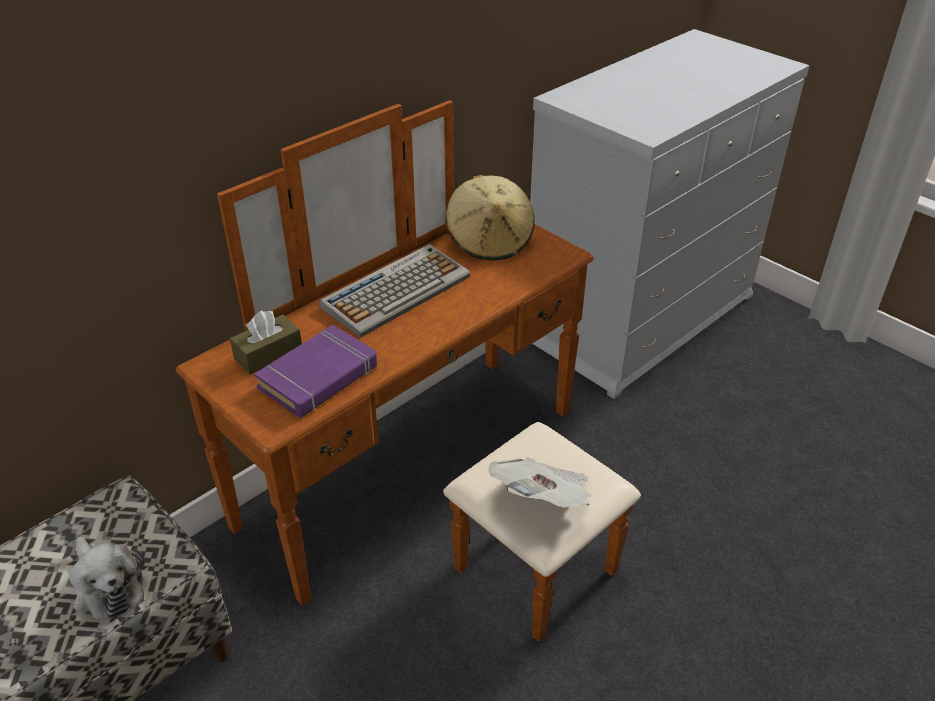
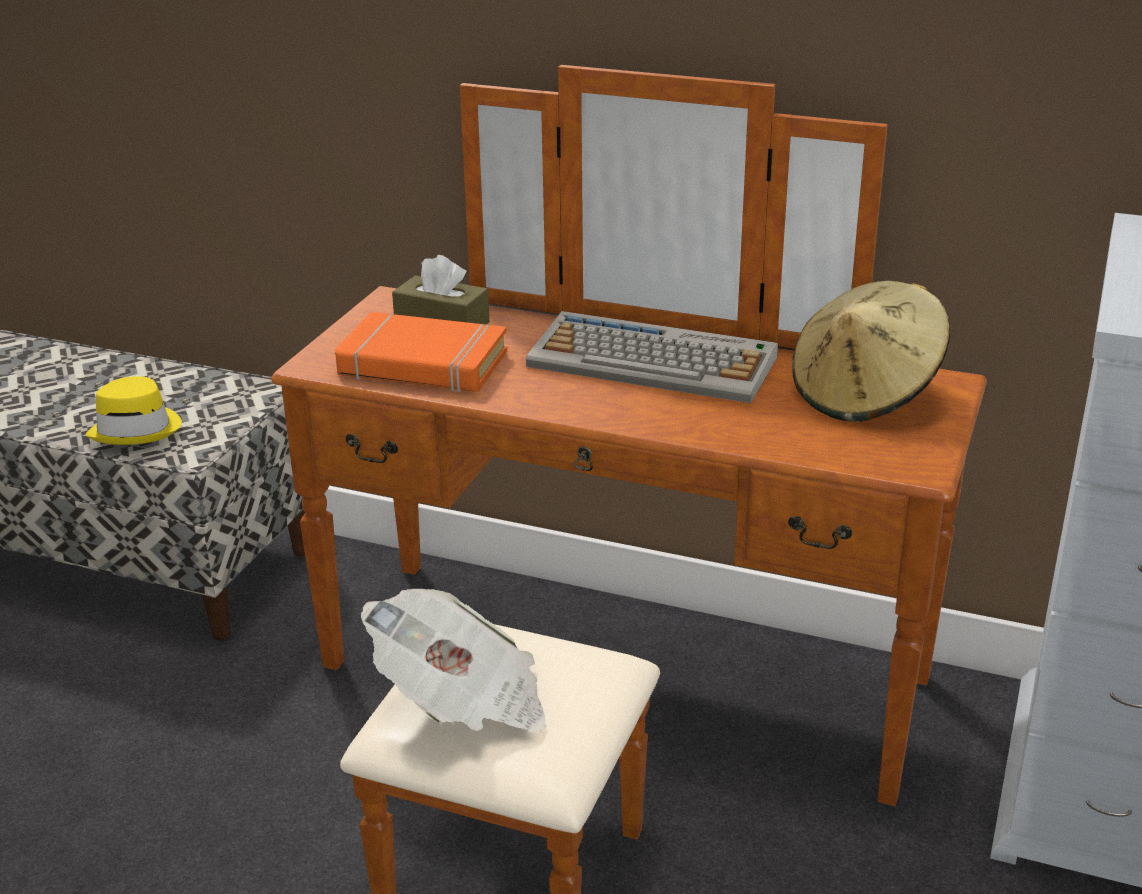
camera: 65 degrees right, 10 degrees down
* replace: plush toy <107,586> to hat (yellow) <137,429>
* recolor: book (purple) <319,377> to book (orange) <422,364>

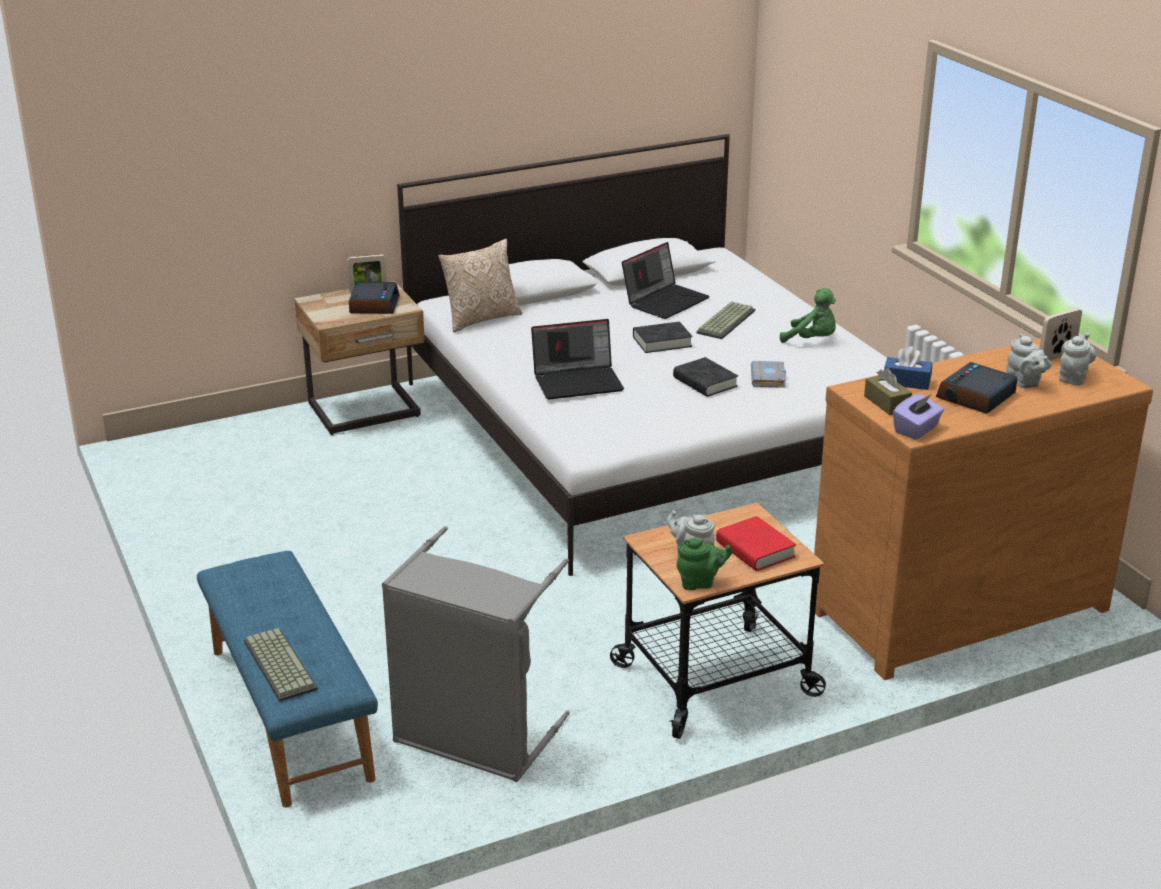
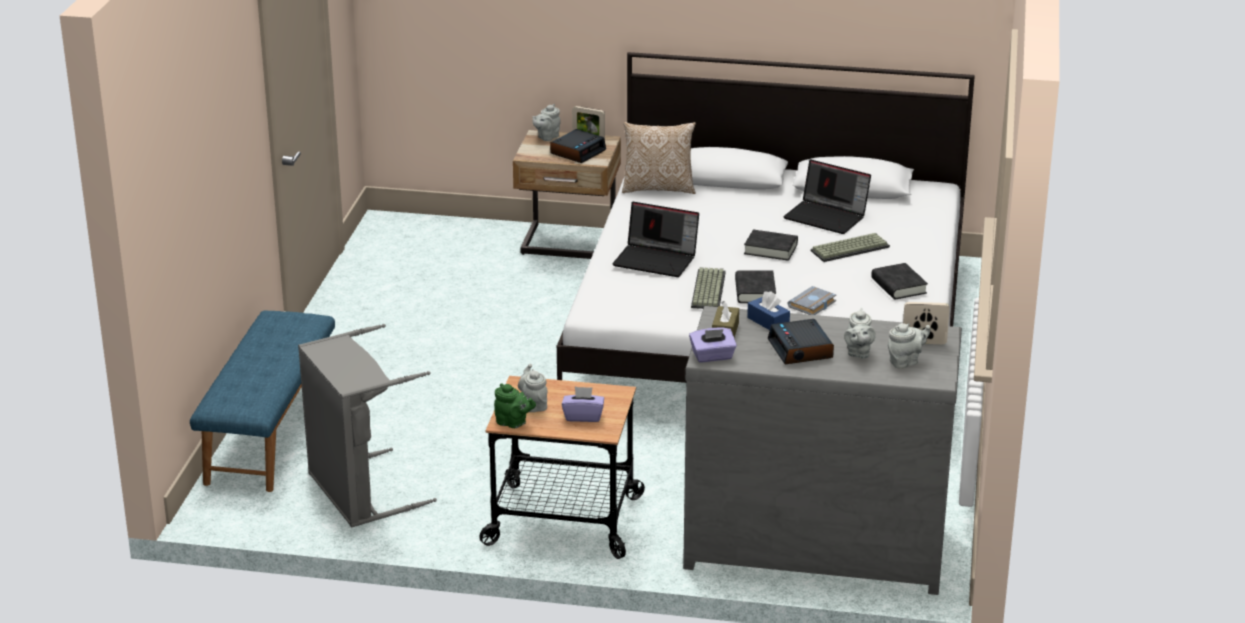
camera: 35 degrees right, 0 degrees up
* insert: teapot (grey) <547,137>
* replace: book (red) <755,550> to tissue box (purple) <583,416>
* recolor: dresser (brown) <954,606> to dresser (grey) <815,543>
* move: keyboard <277,665> to <707,289>
* rotate: alarm clock <976,397> = <801,349> 90 degrees counterclockwise
* rotate: laptop <665,301> = <827,216> 45 degrees clockwise
* replace: plush toy (green) <812,340> to book (black) <898,286>

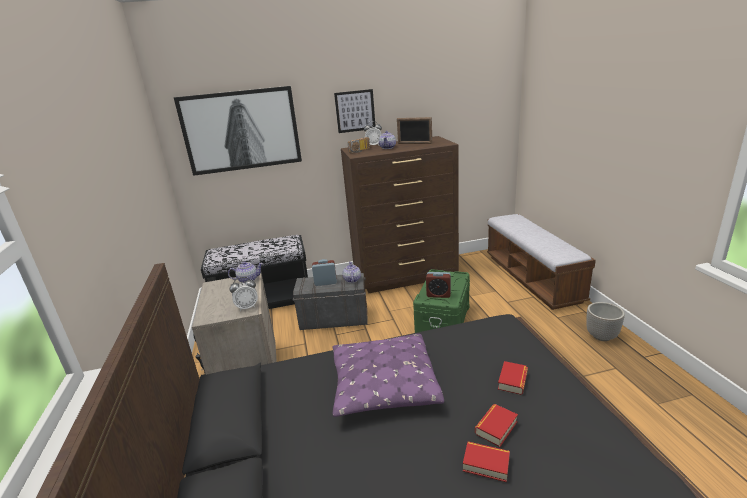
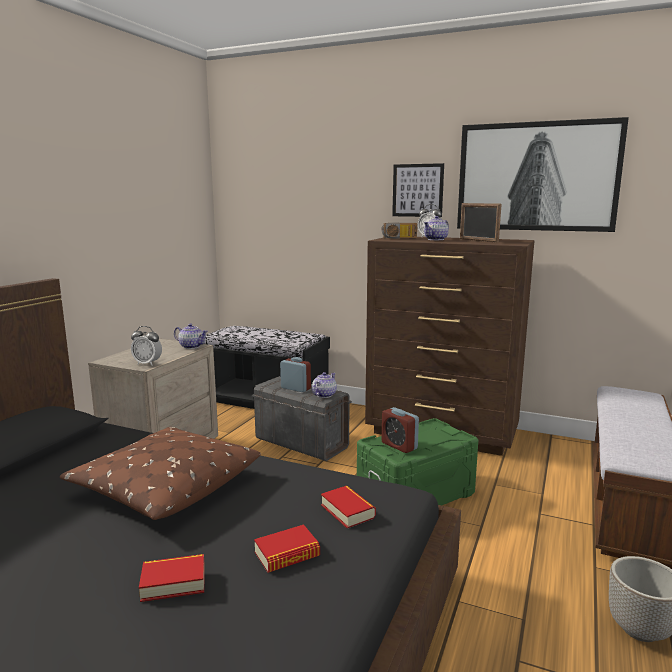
camera: 35 degrees right, 10 degrees down
* recolor: pillow (purple) <383,385> to pillow (brown) <165,486>
* move: book <486,464> to <347,511>
* move: picture <241,130> to <536,177>

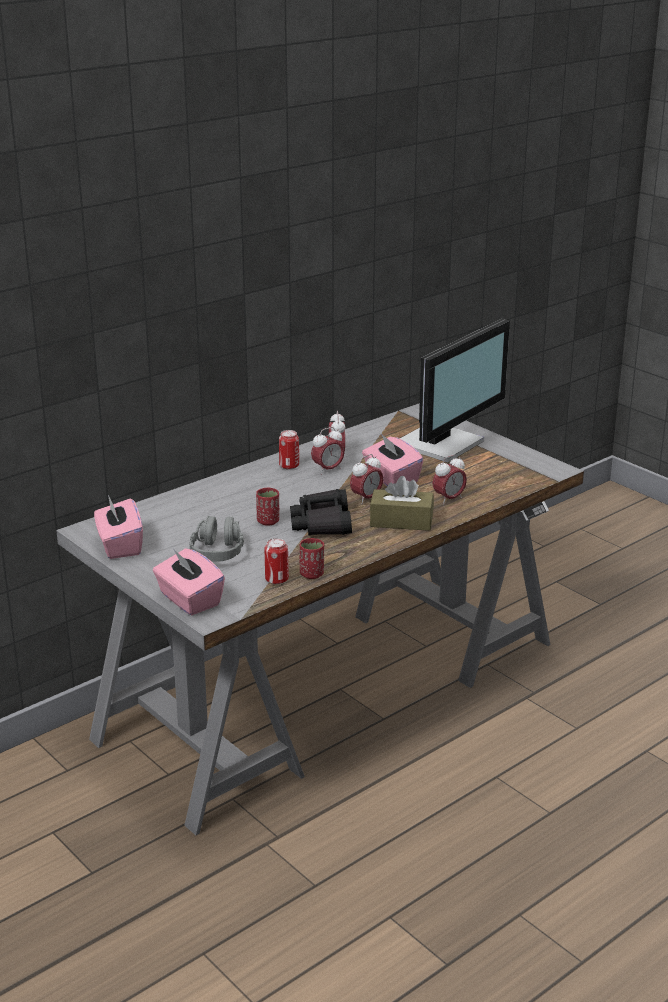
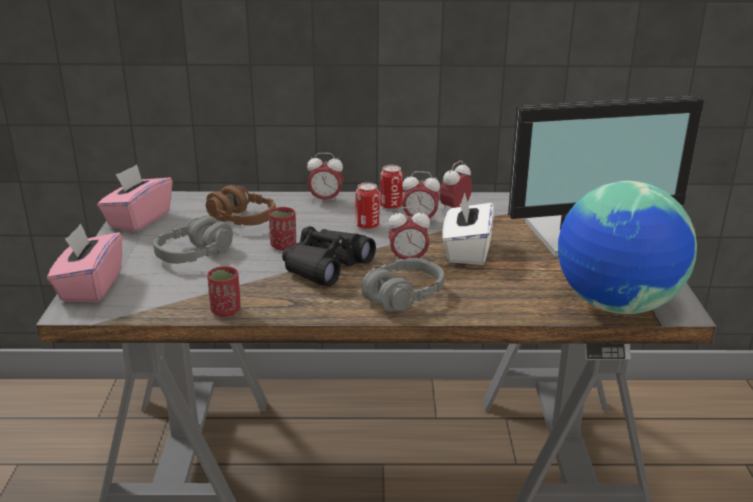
camera: 40 degrees right, 0 degrees up
* insert: headphones (brown) <242,219>
* move: alarm clock <448,499> to <325,200>
* move: can <277,579> to <367,225>
* replace: tissue box (brown) <401,521> to headphones (grey) <403,296>
* recolor: tissue box (pink) <391,479> to tissue box (white) <466,251>
* insert: globe <616,305>

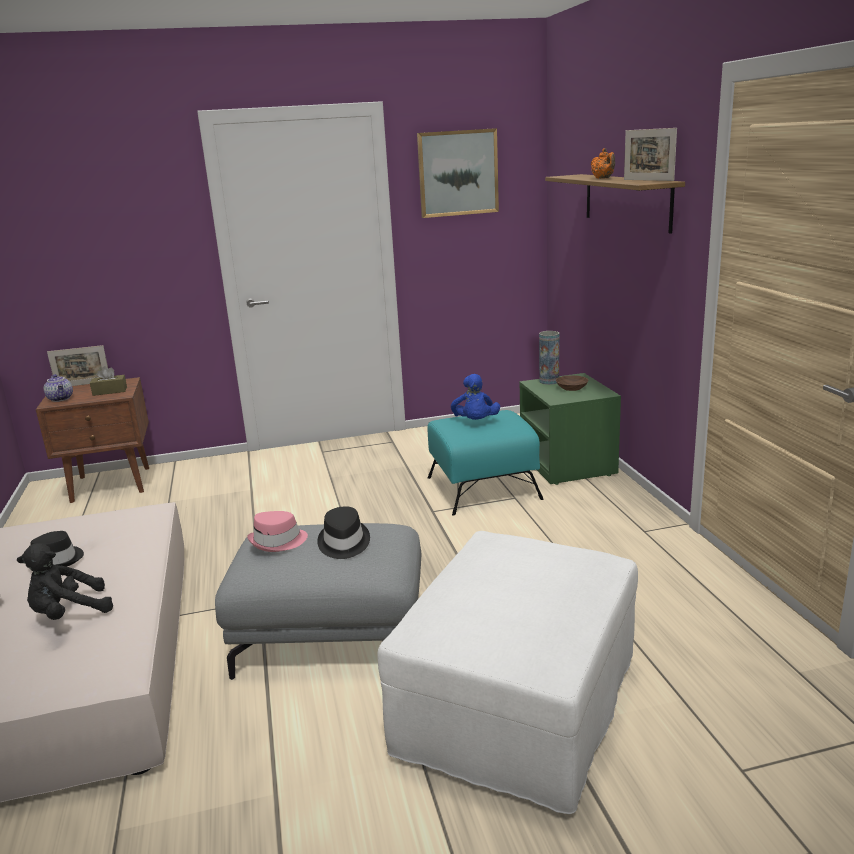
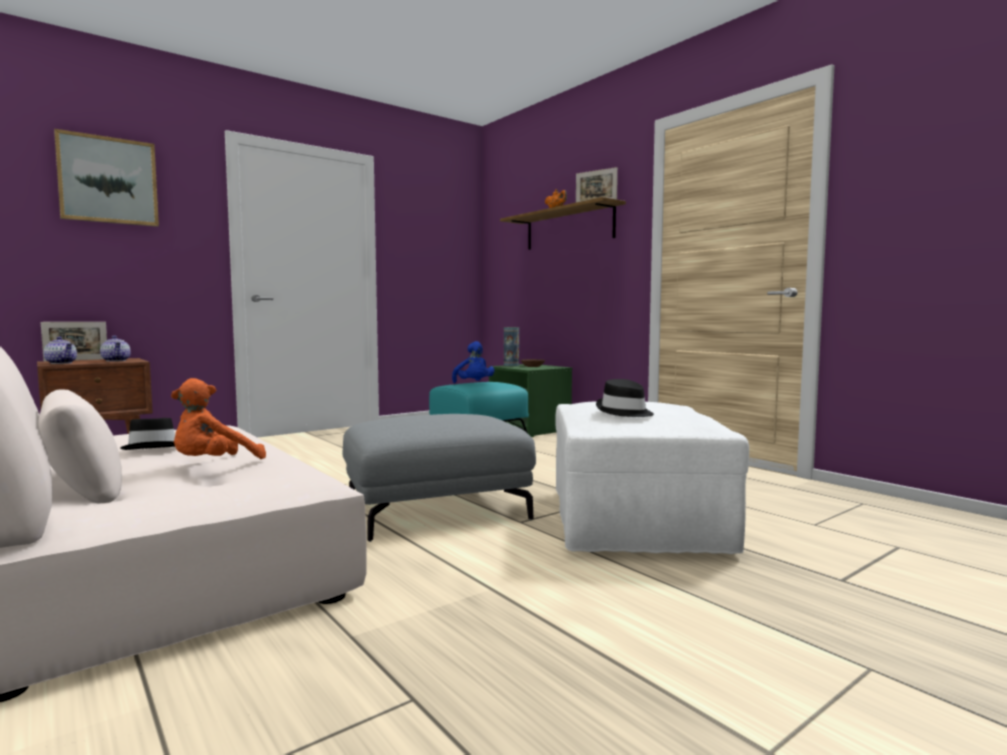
camera: 25 degrees left, 15 degrees down
* move: picture <458,173> to <108,180>
* replace: tissue box (brown) <110,391> to teapot <117,360>
* recolor: plush toy (black) <69,613> to plush toy (orange) <213,465>
* move: hat (black) <343,543> to <624,412>
* delete: hat (pink) <278,541>

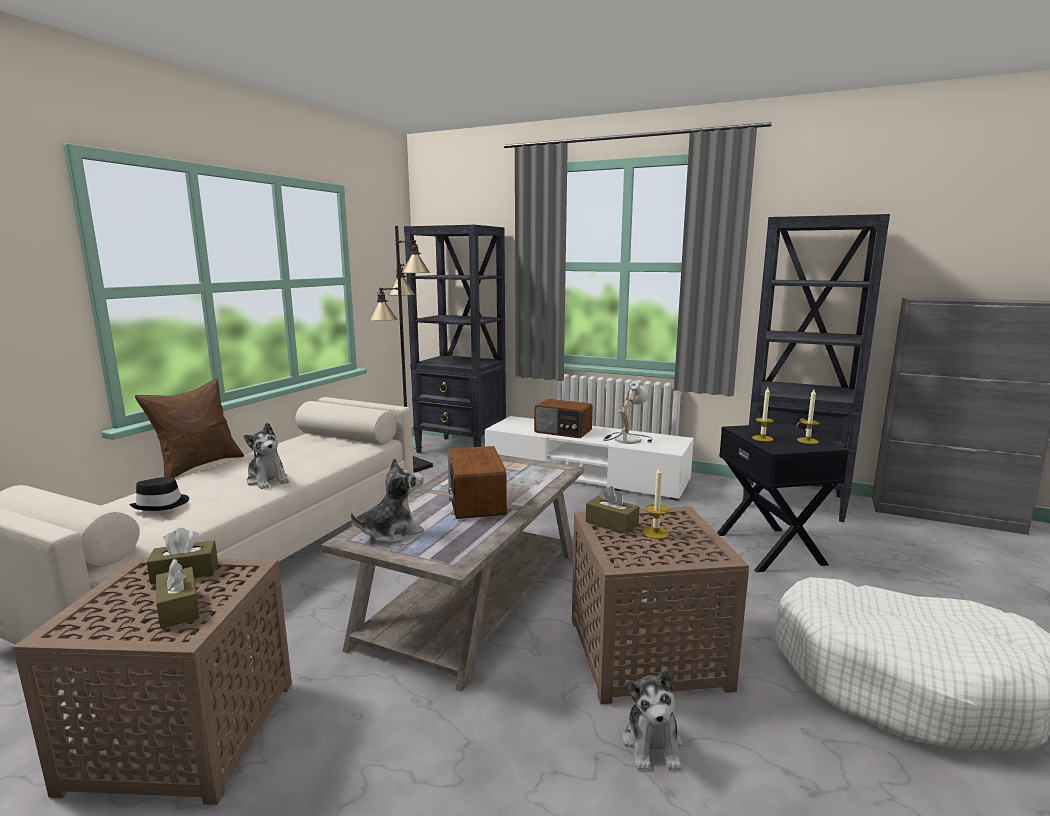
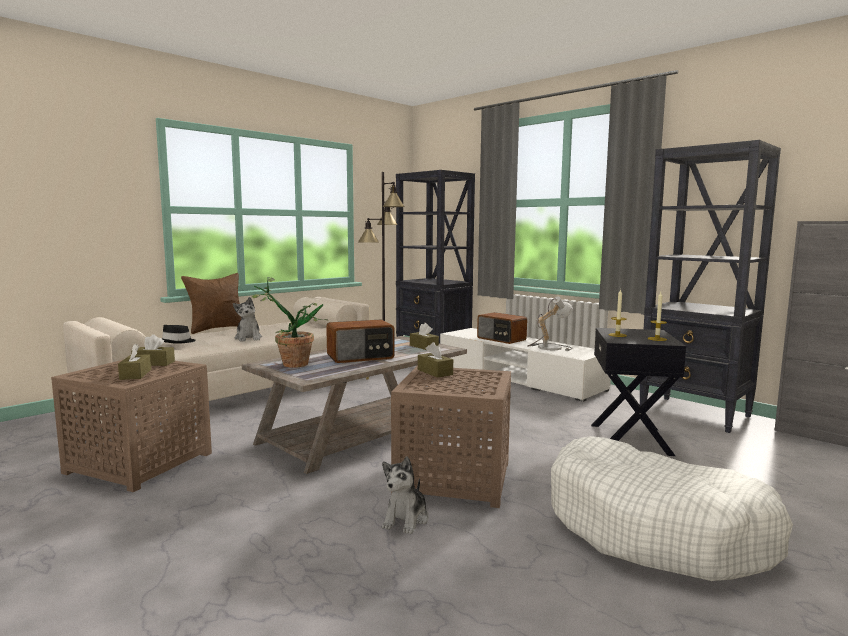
camera: 20 degrees right, 5 degrees down
* replace: plush toy <392,532> to potted plant <288,364>
* rotate: radio <475,502> = <361,357> 120 degrees counterclockwise
* insert: tissue box (brown) <424,347>
* delete: candle <655,533>

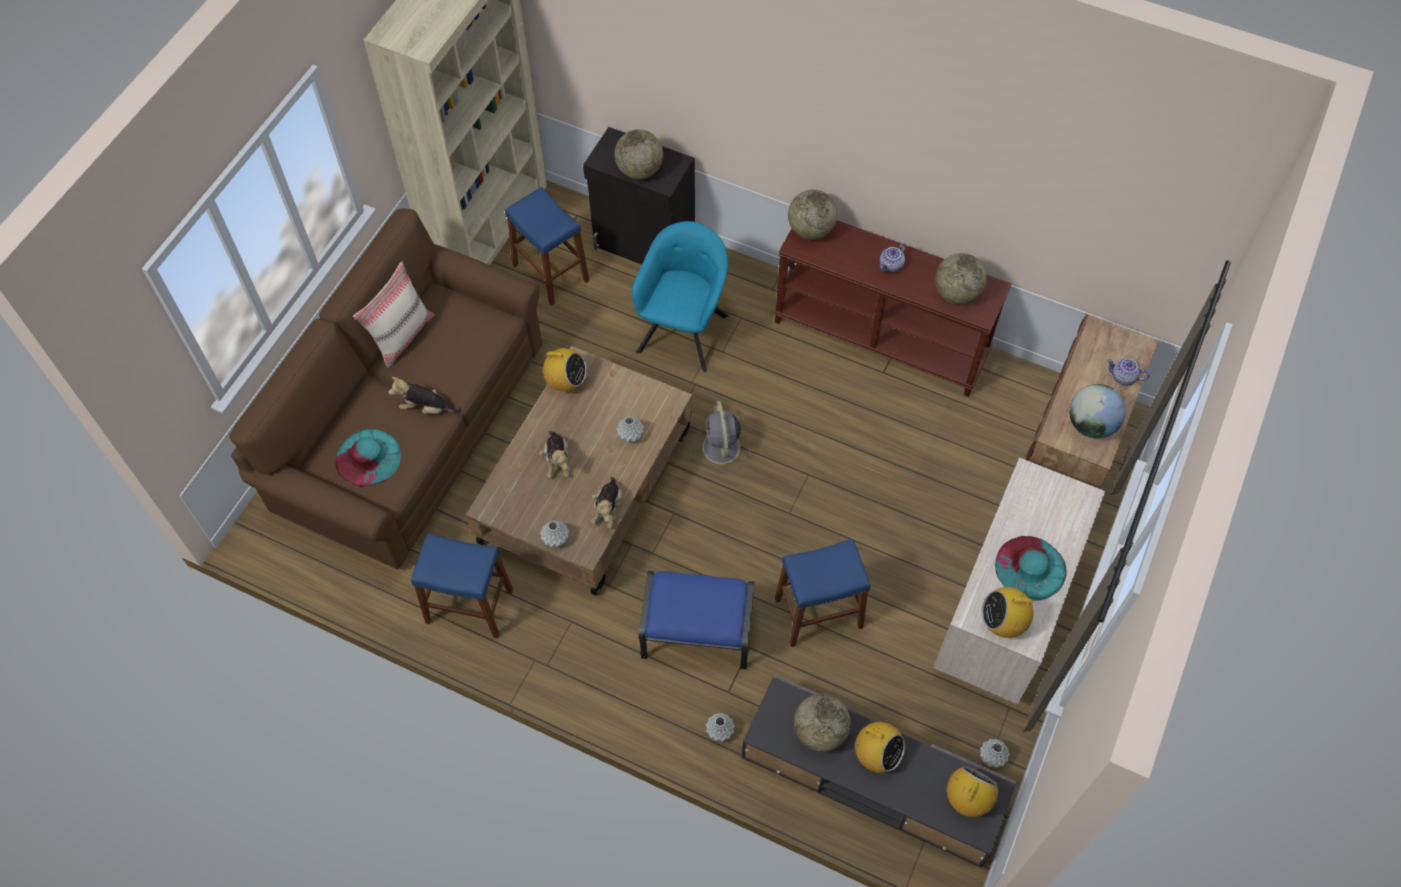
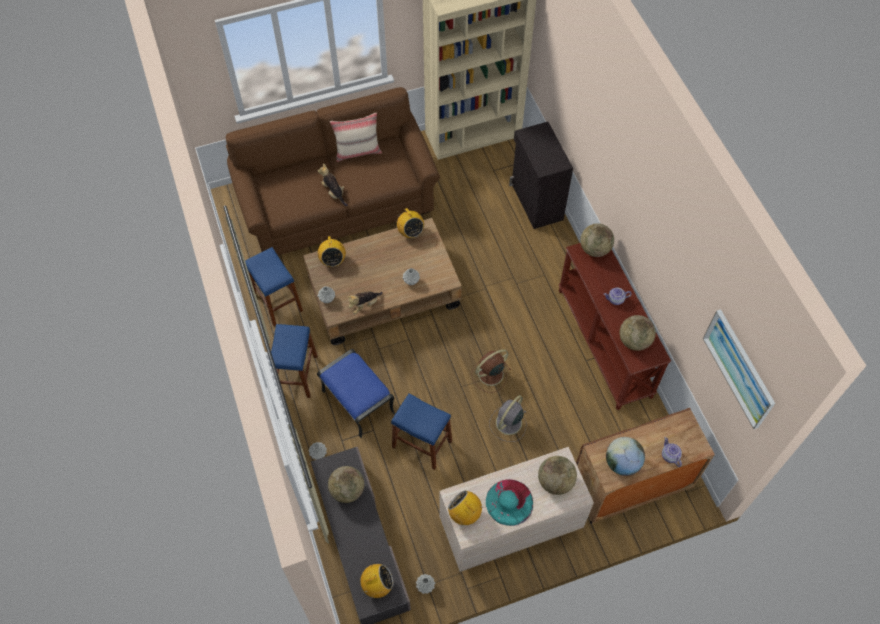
camera: 45 degrees right, 0 degrees up
* move: stool (blue) <550,273> to <297,375>
* move: radio <876,755> to <333,261>
* insert: fan (brown) <489,375>
* move: fan (grey) <721,449> to <508,423>
* move: globe <639,170> to <555,482>
* insert: picture <739,368>
* delete: hat (turquoise) <368,457>
* delete: plush toy <557,461>
* delete: armchair (turquoise) <683,330>

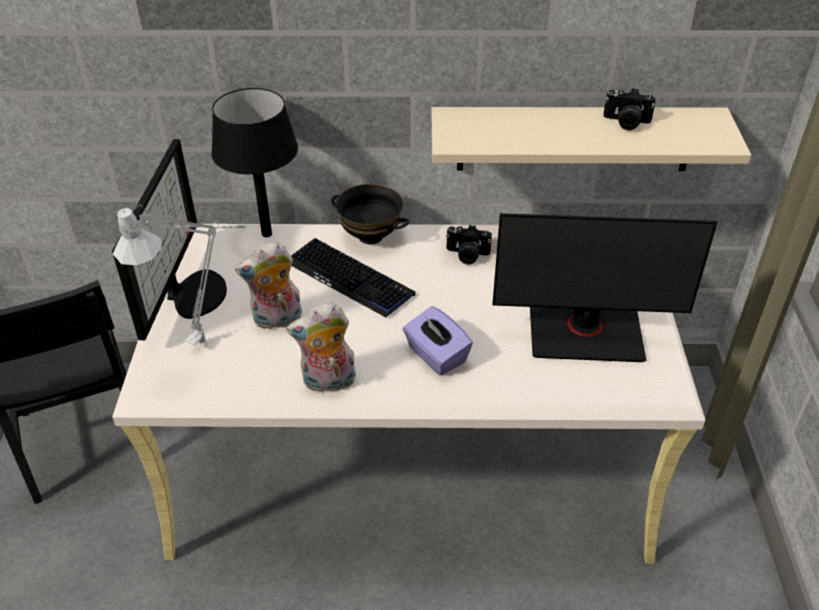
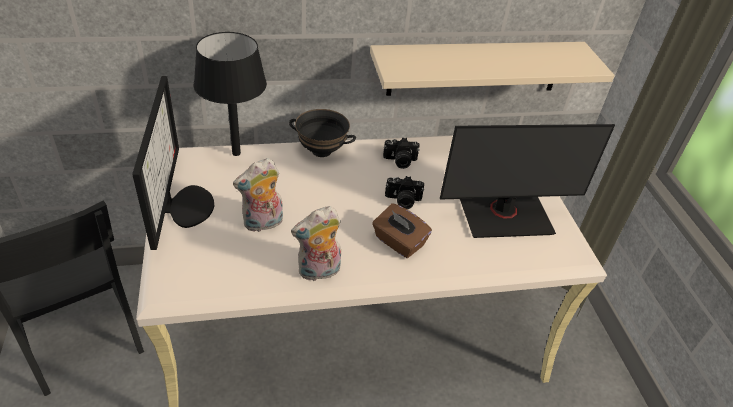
camera: 15 degrees left, 0 degrees up
* recolor: tissue box (purple) <436,355> to tissue box (brown) <398,242>
* move: photo camera <626,122> to <403,201>
* delete: table lamp (grey) <208,336>
* delete: keyboard <349,278>

